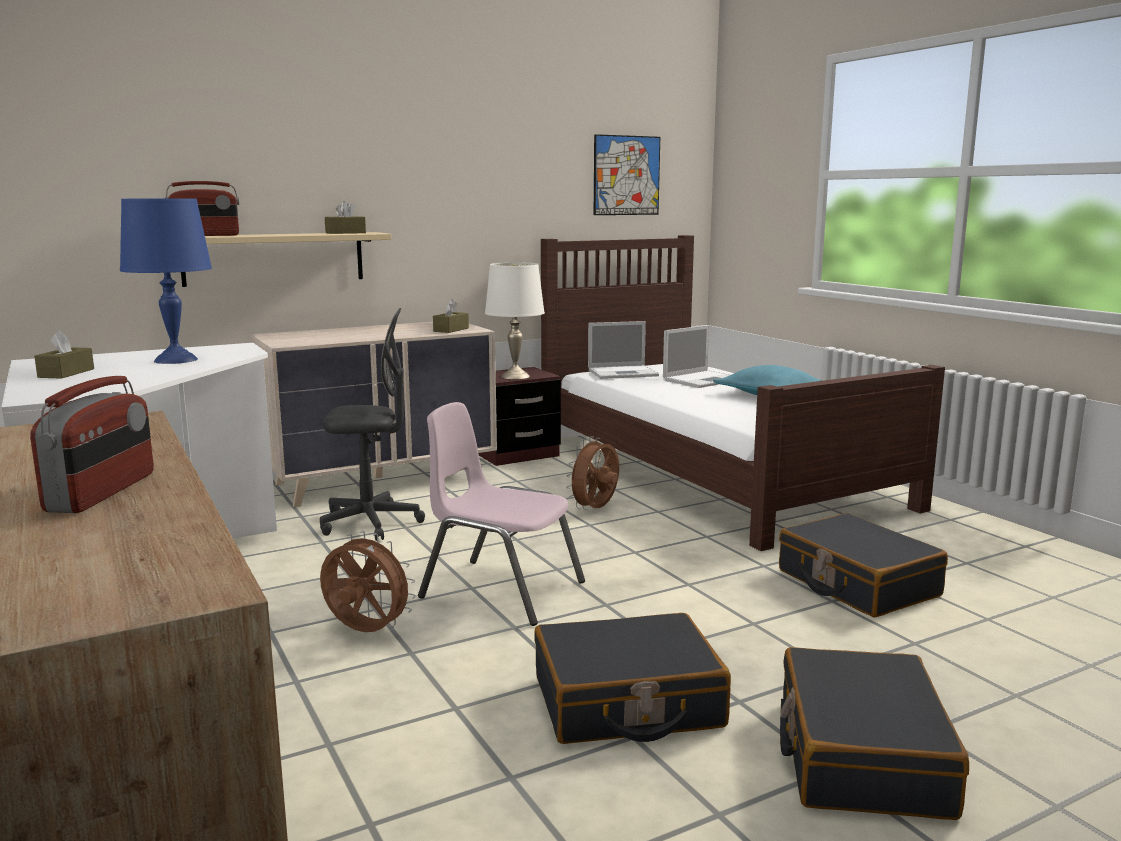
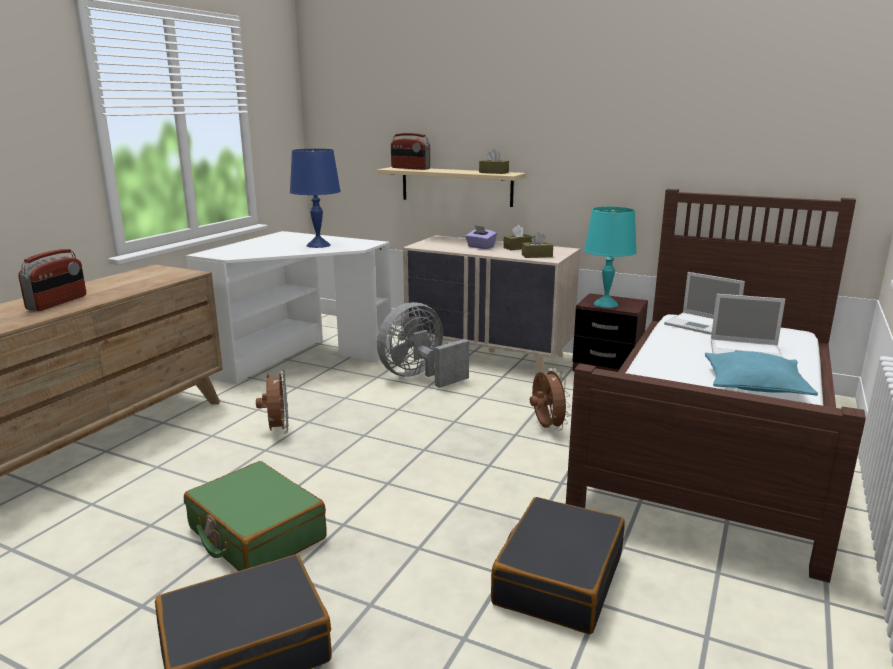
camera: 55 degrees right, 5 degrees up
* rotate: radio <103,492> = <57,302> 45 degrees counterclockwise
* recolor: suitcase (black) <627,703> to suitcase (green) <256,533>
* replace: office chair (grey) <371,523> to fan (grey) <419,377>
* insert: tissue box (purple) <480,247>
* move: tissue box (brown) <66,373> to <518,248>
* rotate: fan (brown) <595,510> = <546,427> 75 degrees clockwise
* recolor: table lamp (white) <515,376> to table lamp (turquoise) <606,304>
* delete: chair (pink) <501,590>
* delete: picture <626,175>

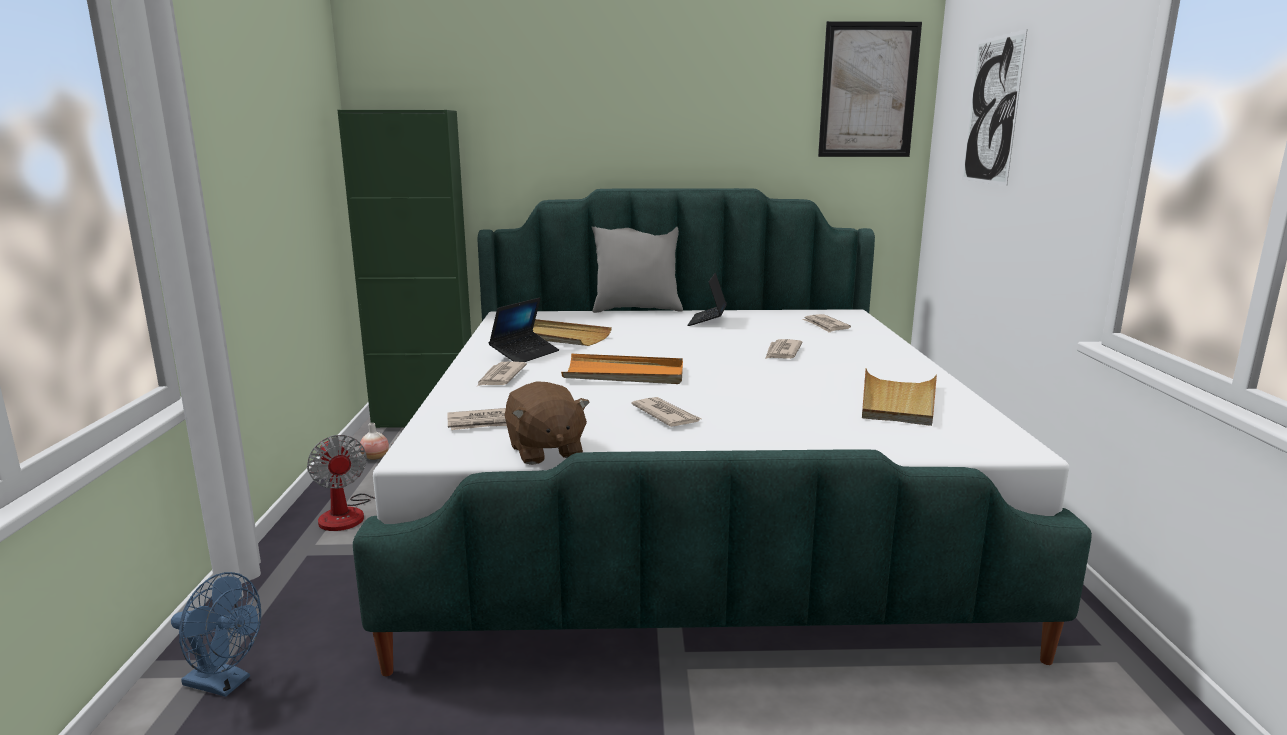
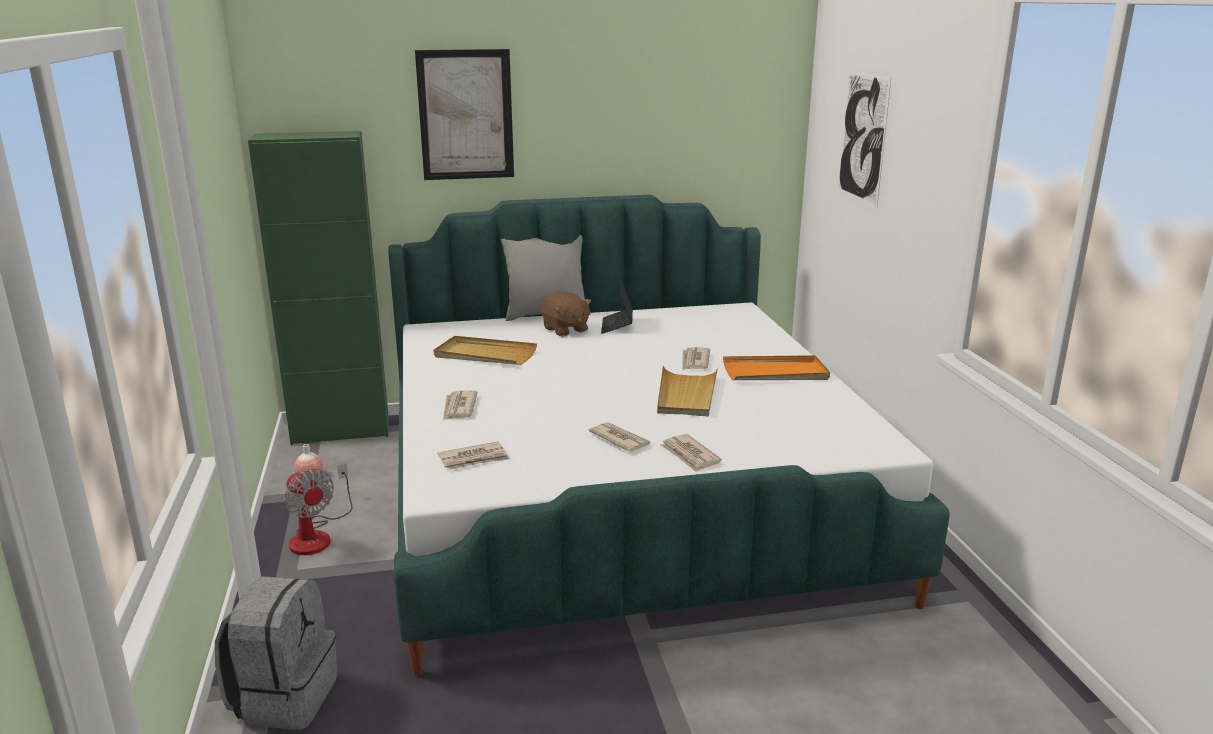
camera: 10 degrees left, 5 degrees up
* replace: fan (blue) <225,683> to backpack (grey) <284,697>
* move: picture <868,90> to <466,115>
* move: plush toy (brown) <545,451> to <565,329>
* move: tray (beige) <897,401> to <686,395>
* move: newspaper <825,325> to <690,455>
* move: tray (orange) <624,374> to <775,373>
* delete: laptop <525,354>

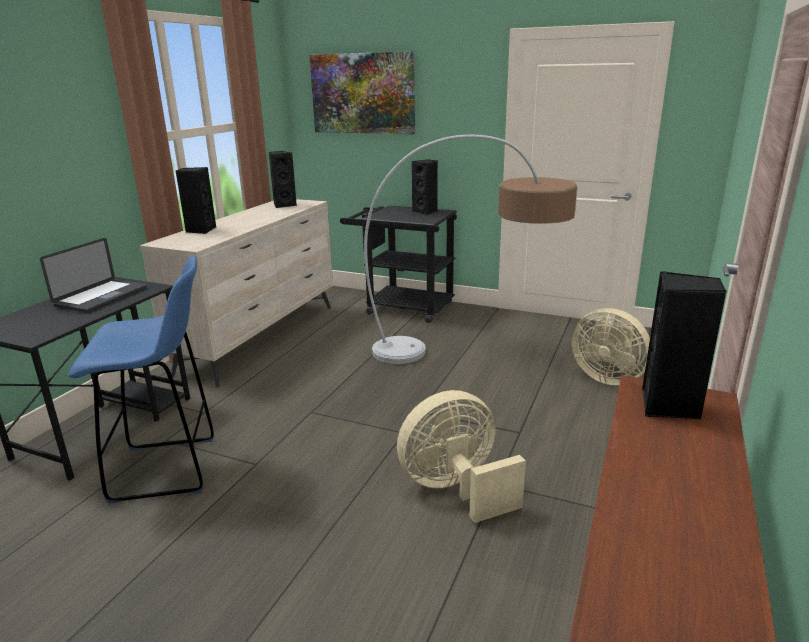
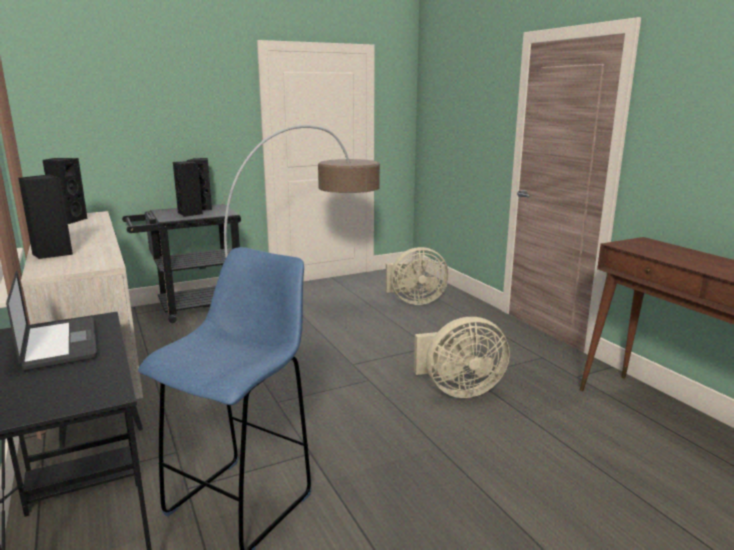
camera: 50 degrees left, 5 degrees down
* move: speaker (black) <669,406> to <190,214>
* rotate: fan (beige) <456,489> = <458,390> 120 degrees counterclockwise
* delete: picture <362,93>

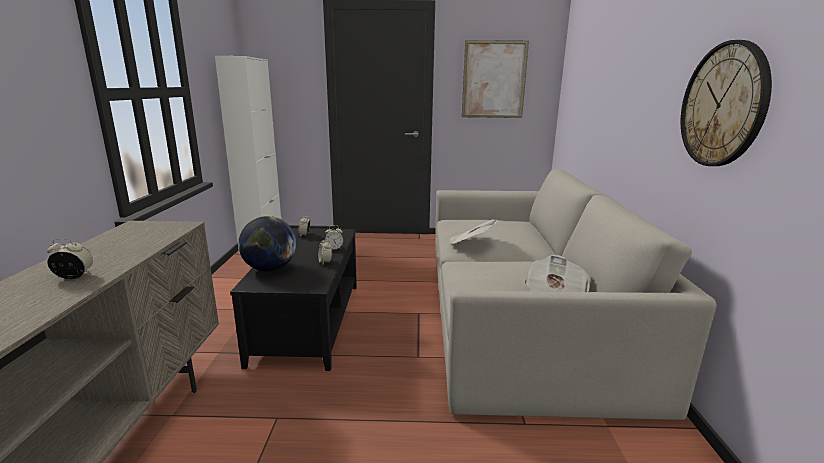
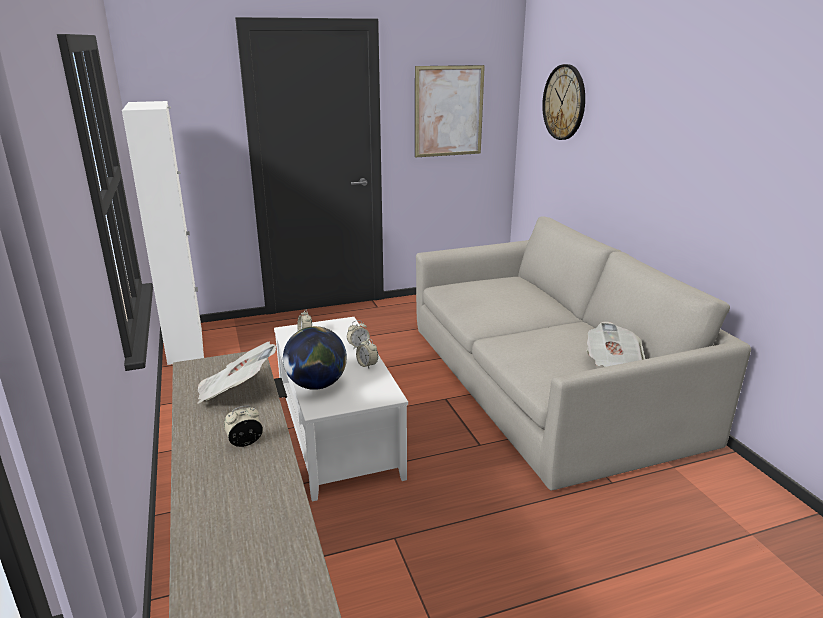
camera: 20 degrees left, 5 degrees up
* move: newspaper <470,244> to <236,391>
* recolor: coffee table (black) <310,321> to coffee table (white) <339,433>
* move: wall clock <723,105> to <564,102>

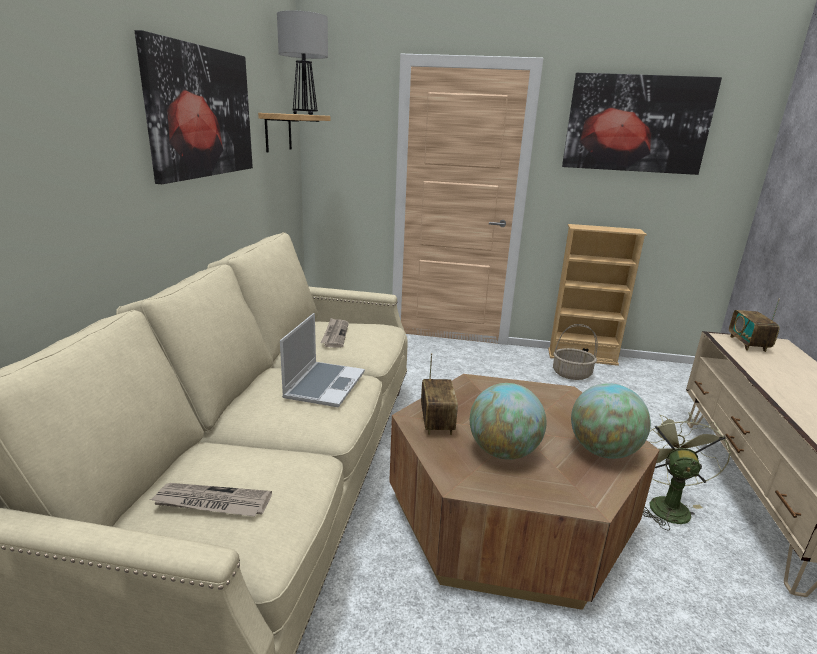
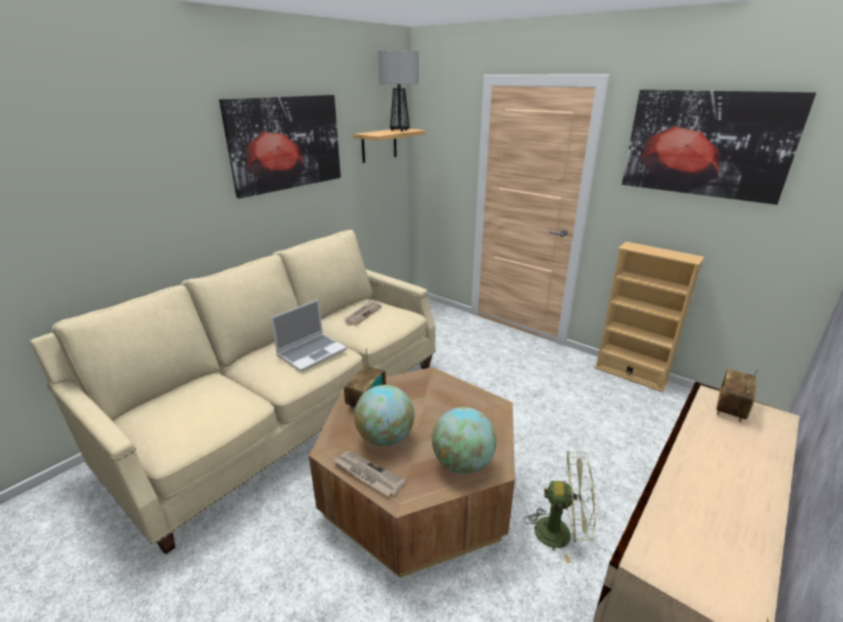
camera: 30 degrees right, 5 degrees up
* move: newspaper <211,503> to <367,474>
* rotate: fan (green) <665,504> = <561,532> 60 degrees clockwise
* delete: basket <572,374>

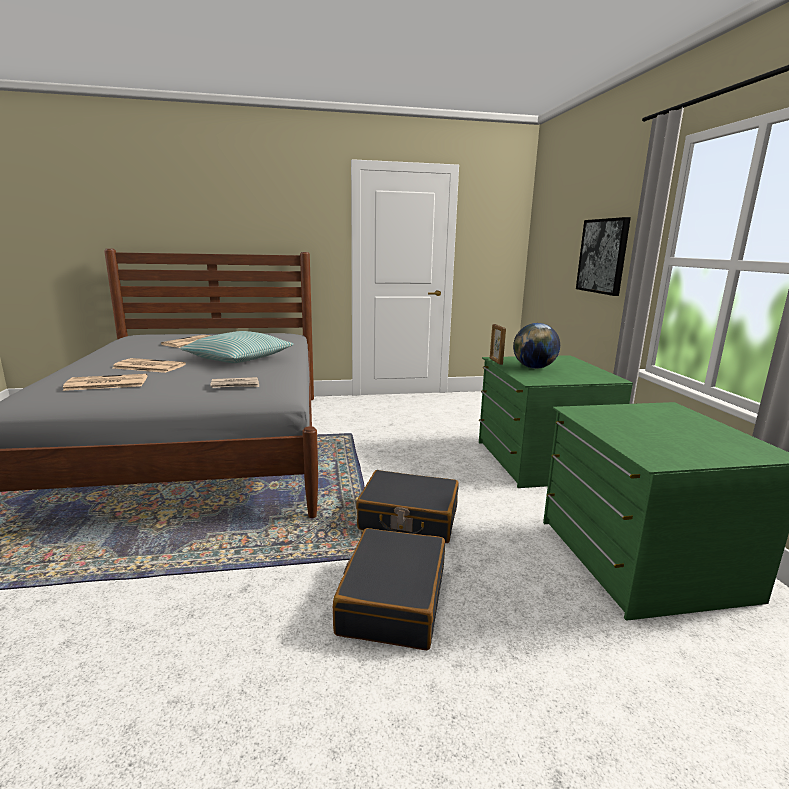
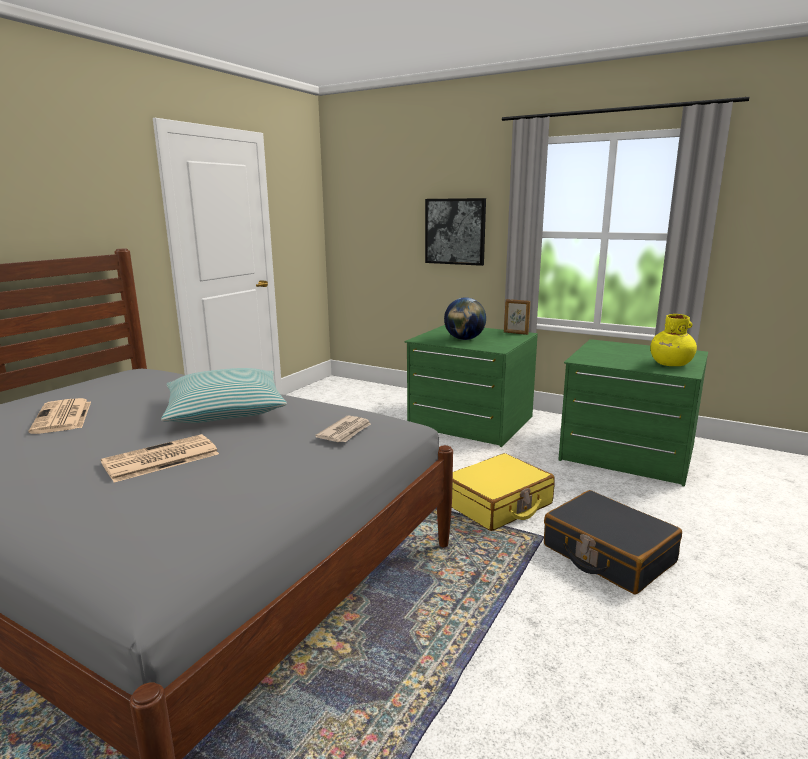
camera: 50 degrees left, 0 degrees up
* recolor: suitcase (black) <408,519> to suitcase (yellow) <498,504>
* move: picture frame <495,361> to <515,333>
* insert: vase (yellow) <670,364>
* delete: newspaper <105,383>

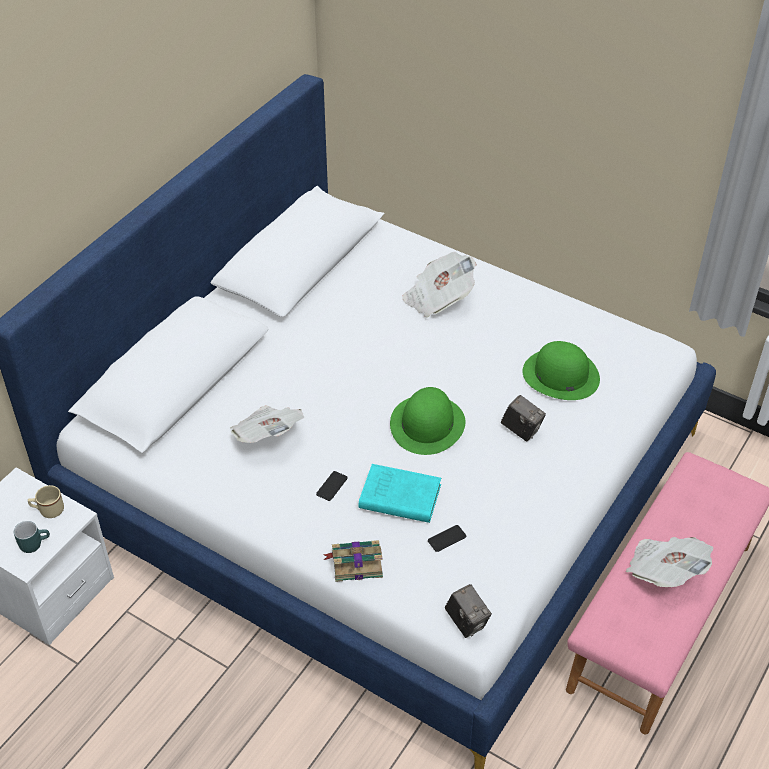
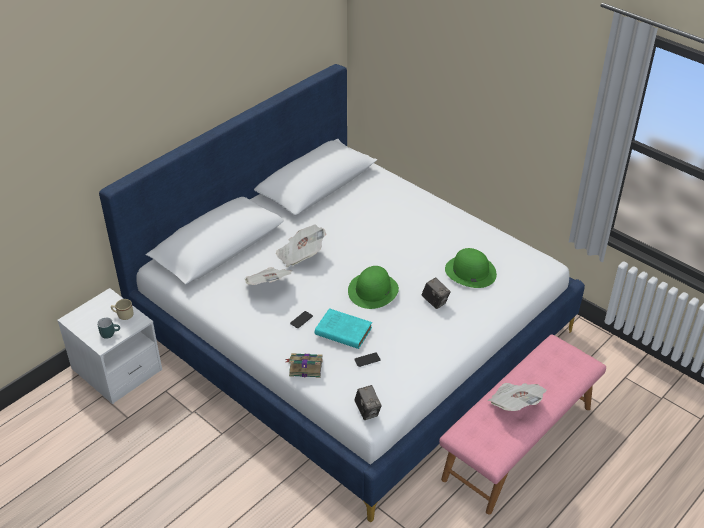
camera: 10 degrees right, 5 degrees down
* move: newspaper <438,298> to <300,255>

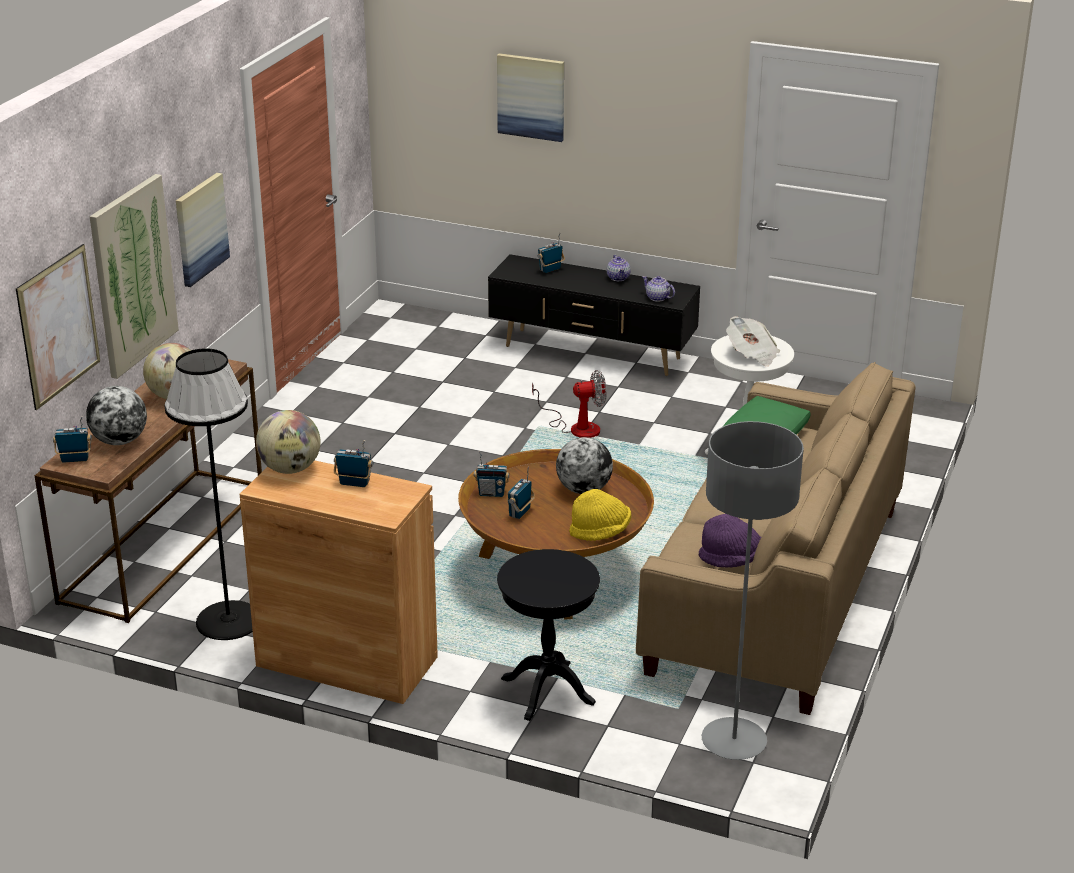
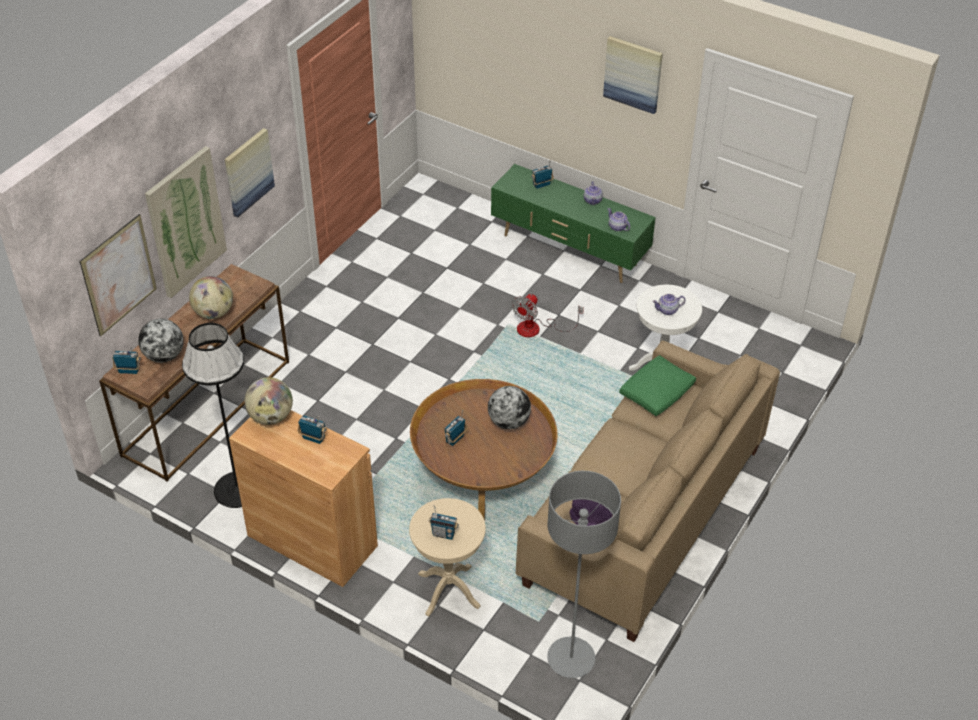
camera: 10 degrees right, 15 degrees up
* recolor: side table (black) <548,691> to side table (beige) <449,590>
* move: radio <491,493> to <444,534>
* recolor: tv stand (black) <592,353> to tv stand (green) <569,251>
* rotate: fan <576,427> = <537,329> 120 degrees clockwise
* move: picture <531,97> to <633,74>
* replace: newspaper <752,354> to teapot <668,310>
* delete: hat (yellow) <600,532>

